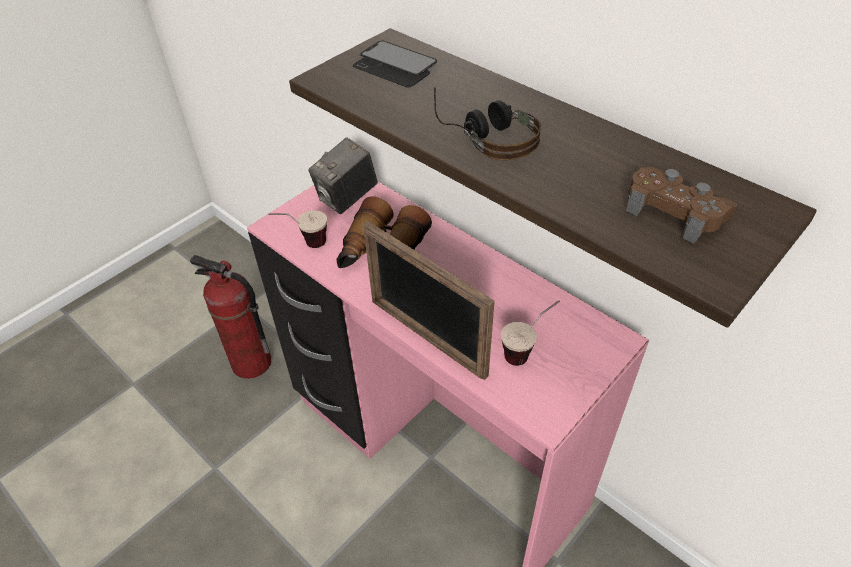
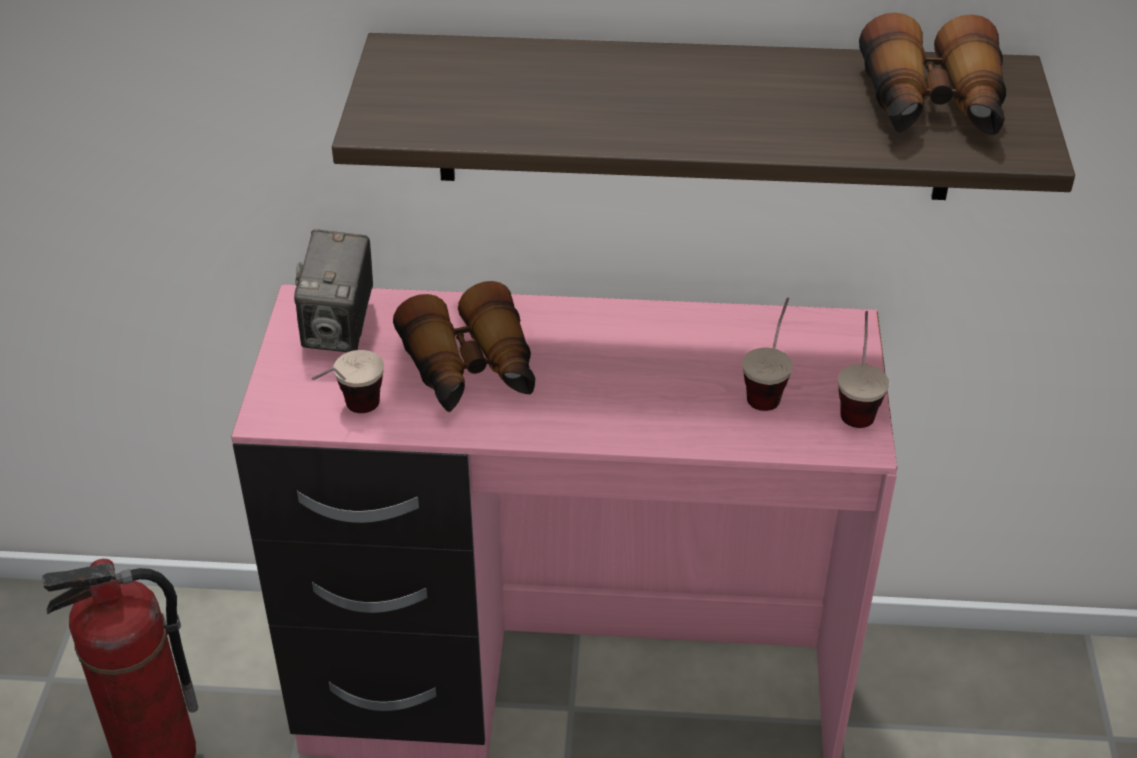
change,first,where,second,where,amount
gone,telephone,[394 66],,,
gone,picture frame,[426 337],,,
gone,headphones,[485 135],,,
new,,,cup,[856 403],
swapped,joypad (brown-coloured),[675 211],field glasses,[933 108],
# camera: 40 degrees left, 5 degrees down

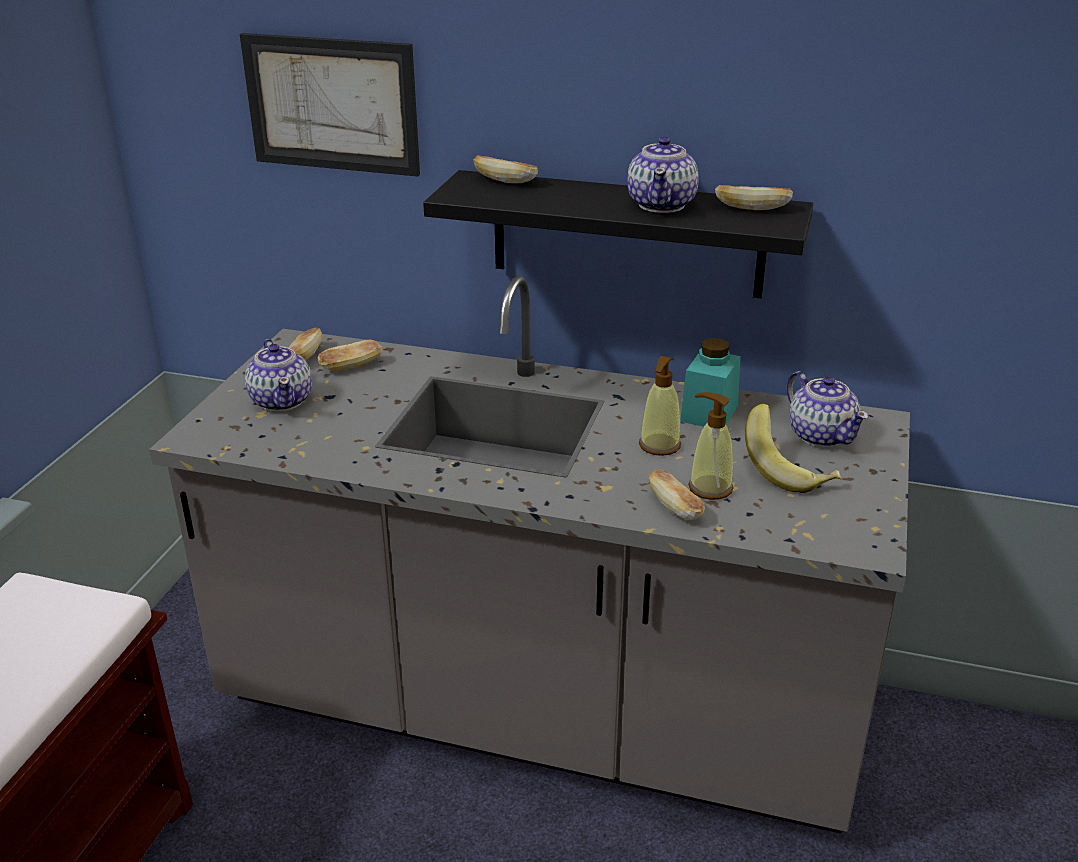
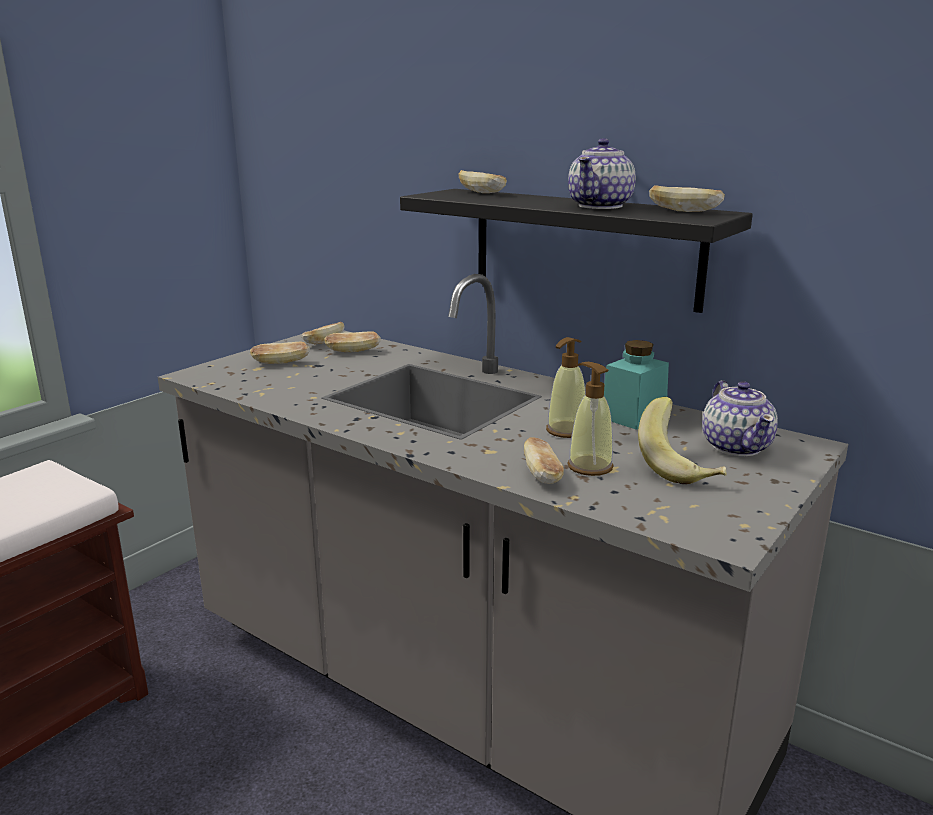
change,first,where,second,where,amount
gone,picture,[332 104],,,
swapped,teapot,[282 400],bread,[281 363],
# camera: 20 degrees right, 10 degrees down

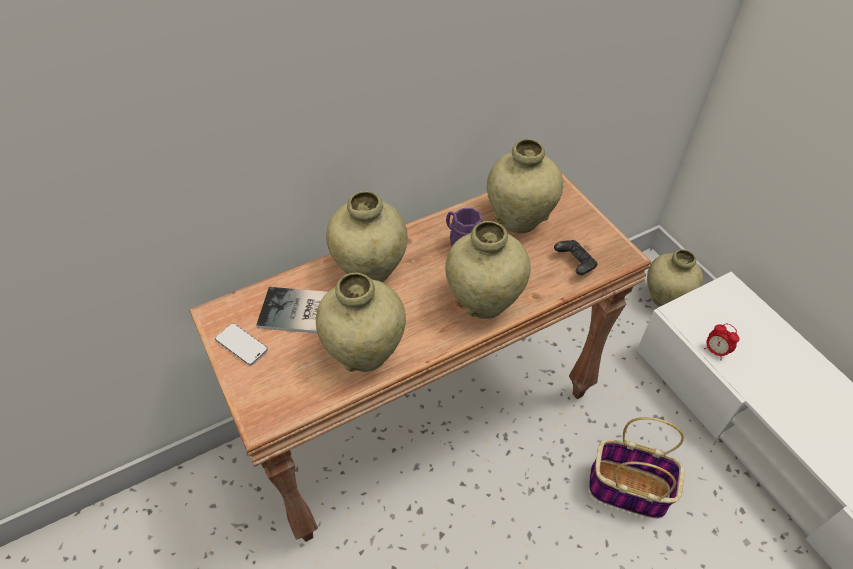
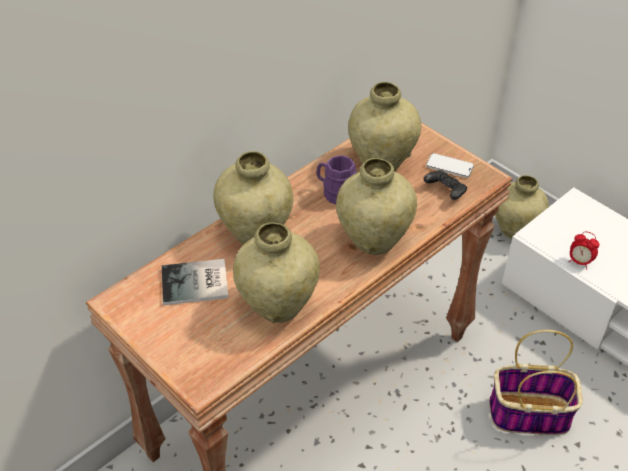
change,first,where,second,where,amount
shifted,telephone,[241 345],,[449 167],
# camera: 15 degrees left, 5 degrees down

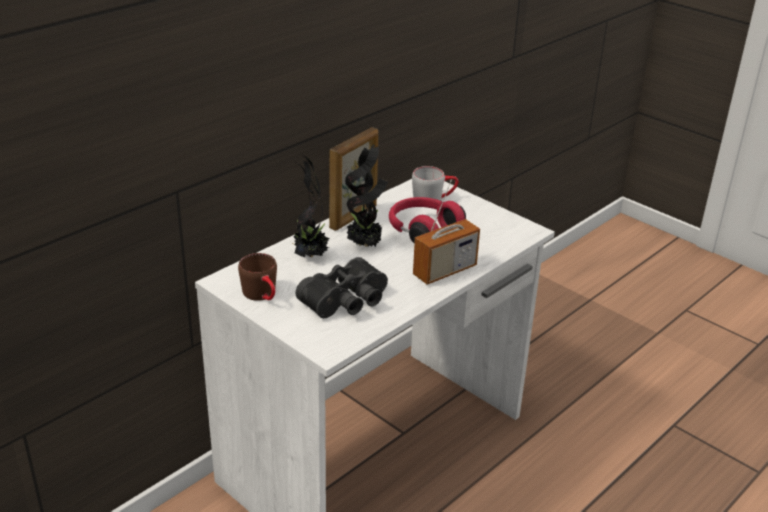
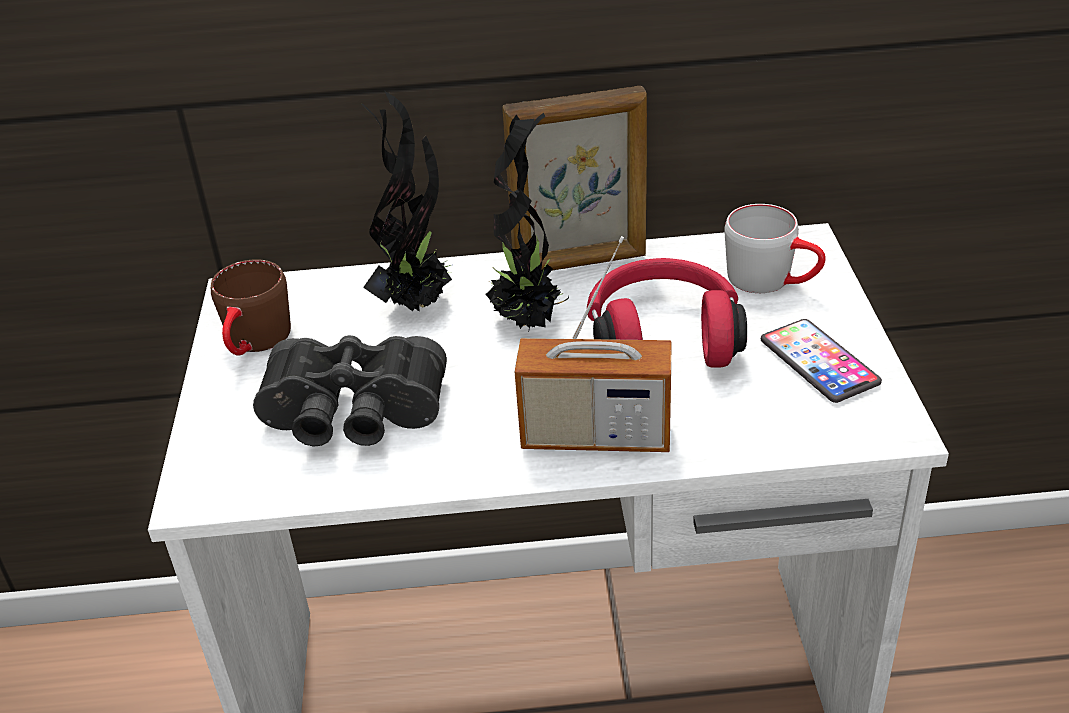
change,first,where,second,where,amount
new,,,telephone,[819 362],
# camera: 45 degrees right, 5 degrees up

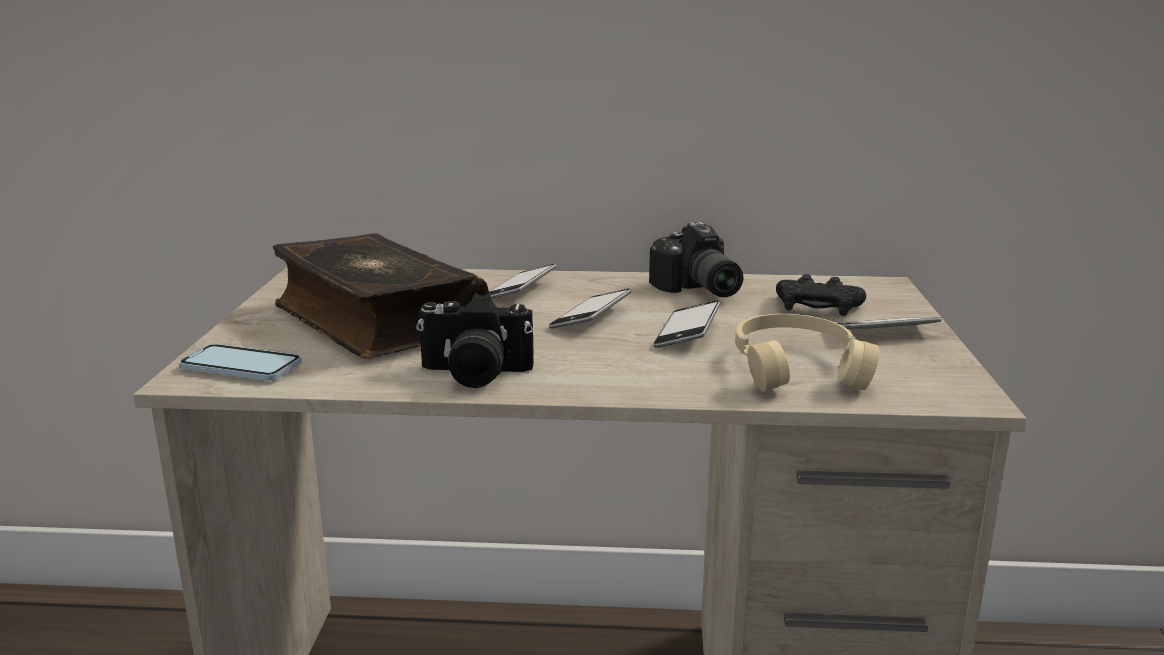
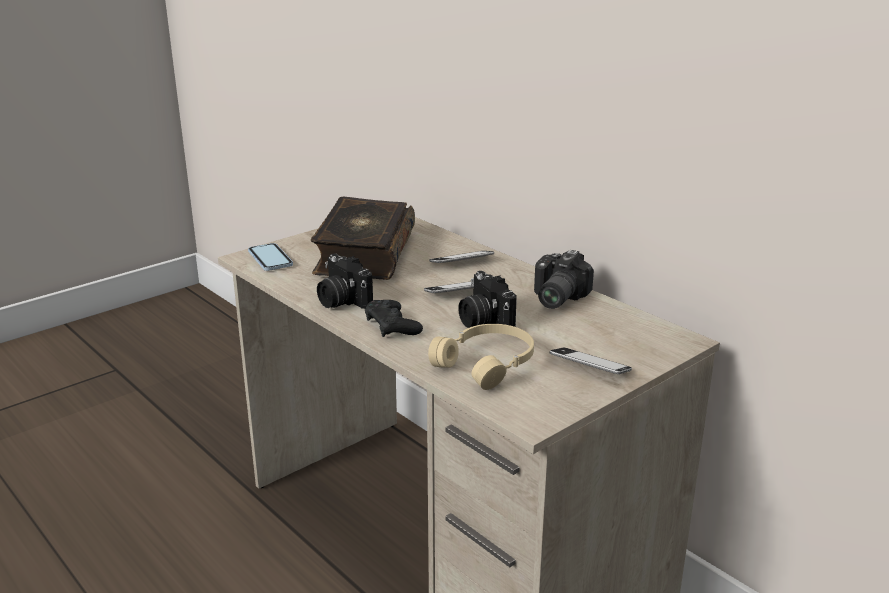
change,first,where,second,where,amount
shifted,joypad (blackish),[818 307],,[392 326],
swapped,telephone,[687 333],still camera,[483 321],
# camera: 45 degrees right, 5 degrees up

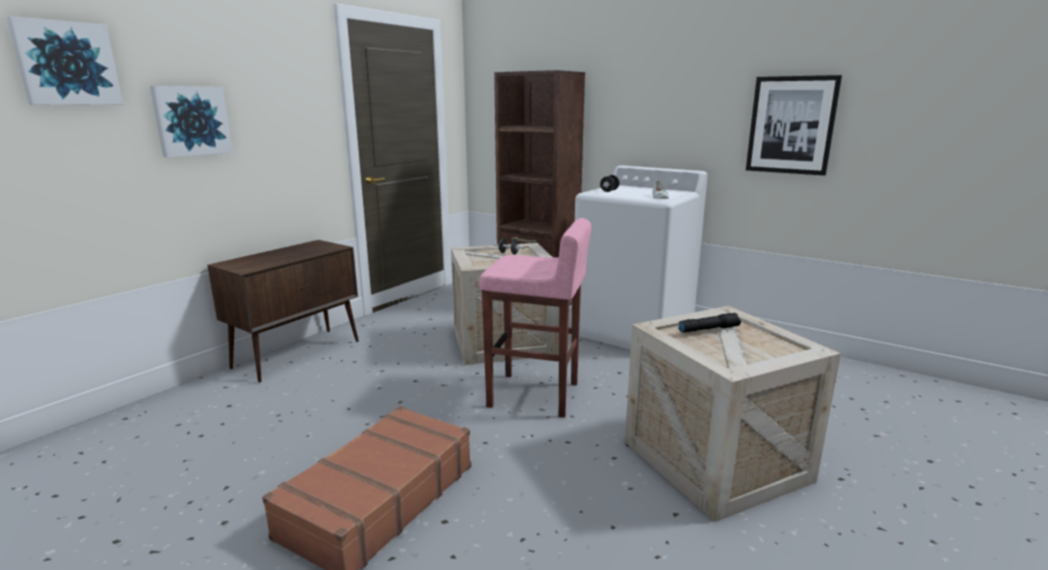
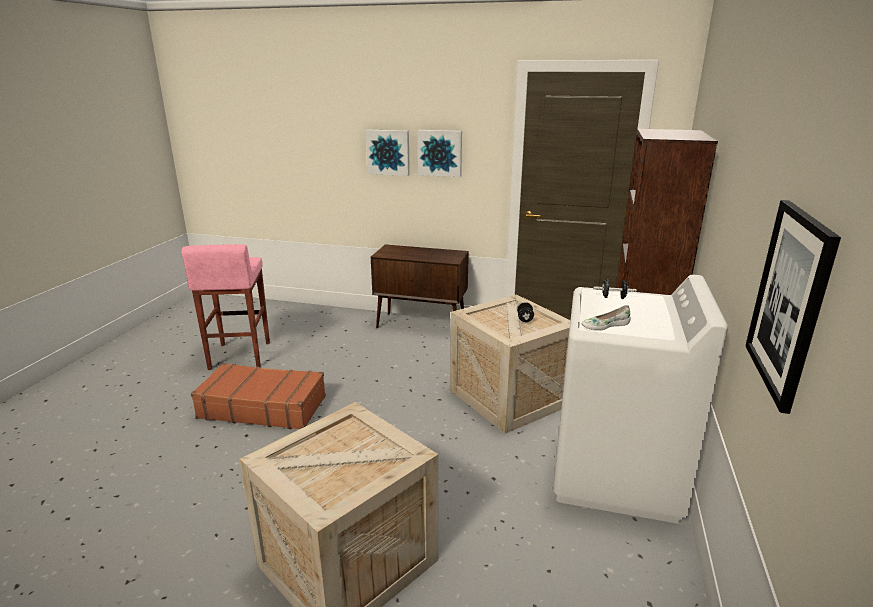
change,first,where,second,where,amount
gone,flashlight (blackish),[708 329],,,
shifted,picture,[67 63],,[440 153],
shifted,stool seat (pink-coloured),[535 395],,[239 356],
# camera: 70 degrees right, 5 degrees up

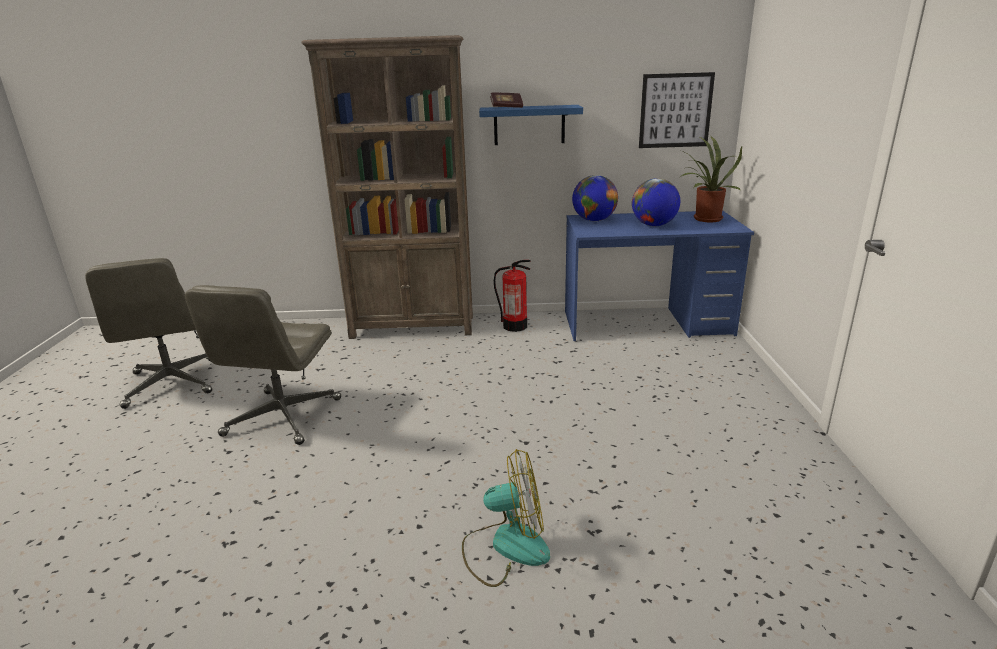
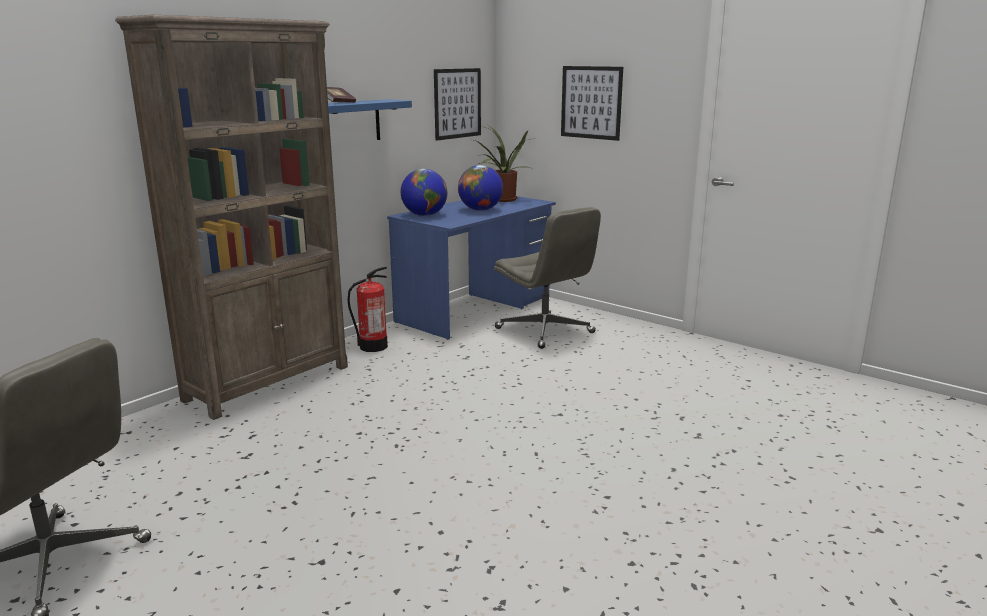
change,first,where,second,where,amount
gone,electric fan,[506 547],,,
new,,,picture,[591 102],
shifted,desk chair (gray),[282 418],,[545 331],
# camera: 50 degrees left, 5 degrees down

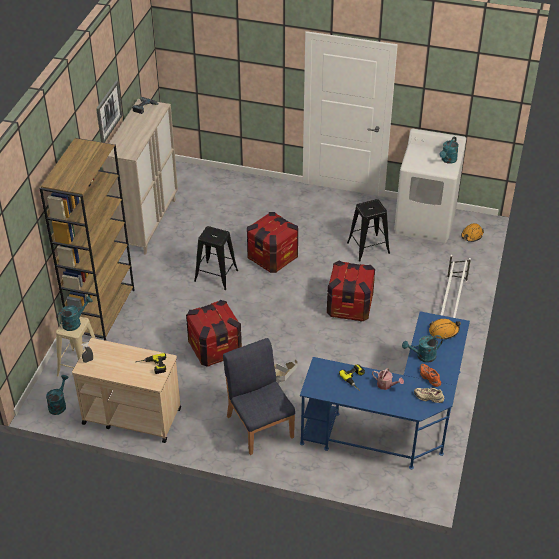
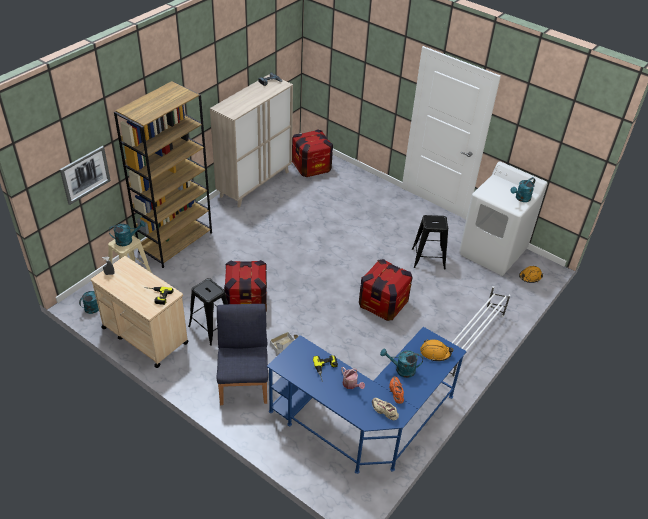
change,first,where,second,where,amount
shifted,picture,[108 112],,[85 174],
shifted,stool seat (blackish),[215 275],,[211 327],
shifted,shipping crate,[272 258],,[311 167],
# camera: 20 degrees right, 0 degrees up

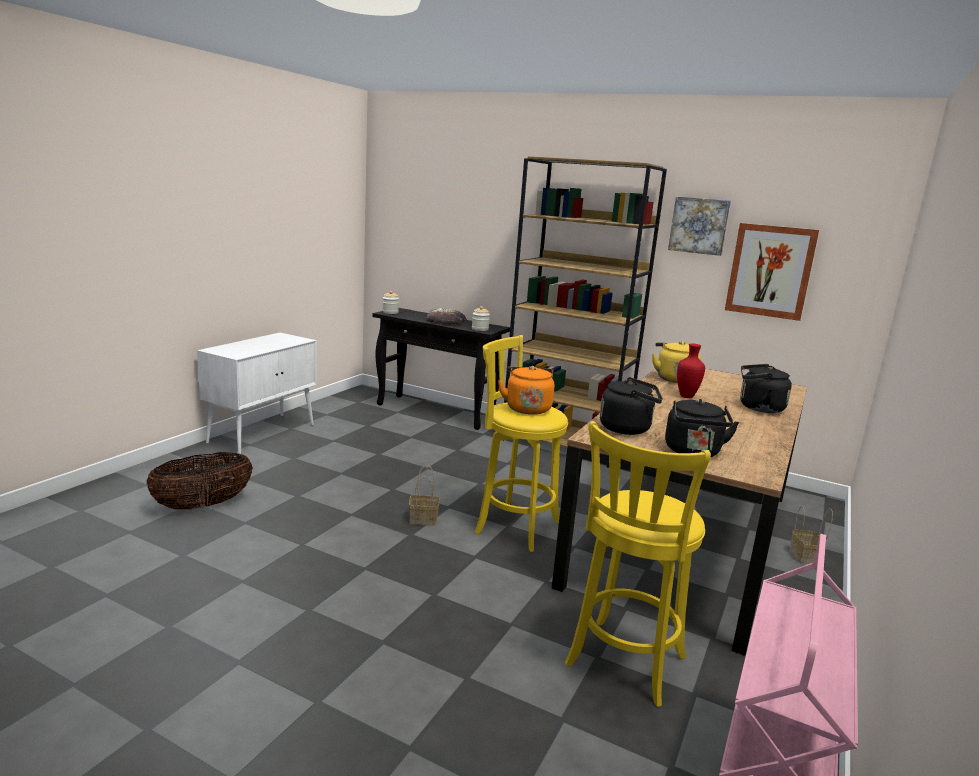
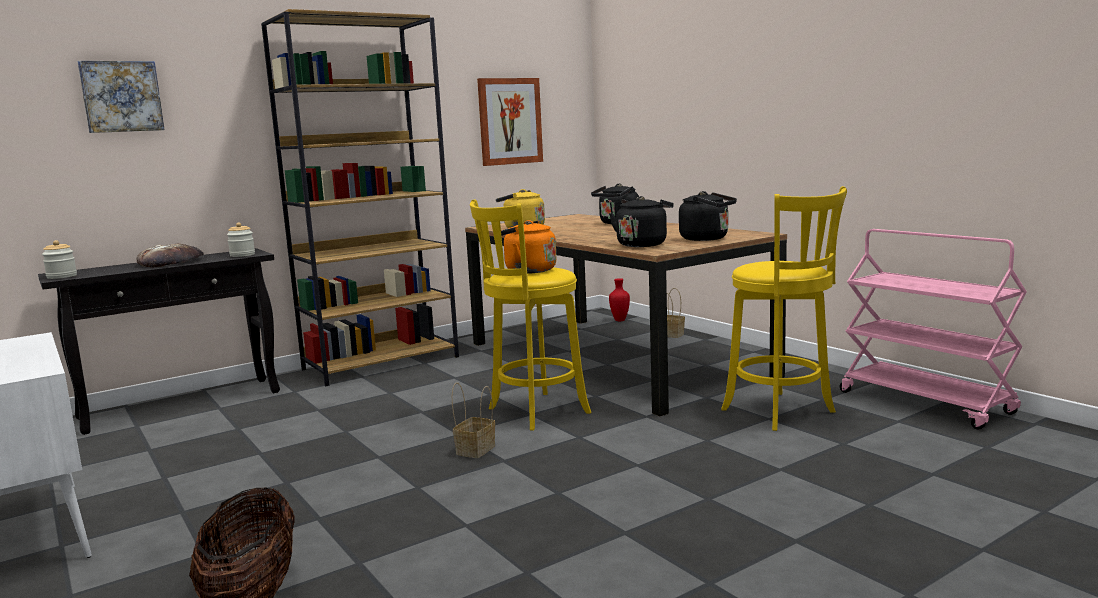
change,first,where,second,where,amount
shifted,picture,[699 225],,[121 96],
shifted,decorative vase (reddish),[687 397],,[620 320],
# camera: 60 degrees left, 5 degrees down

